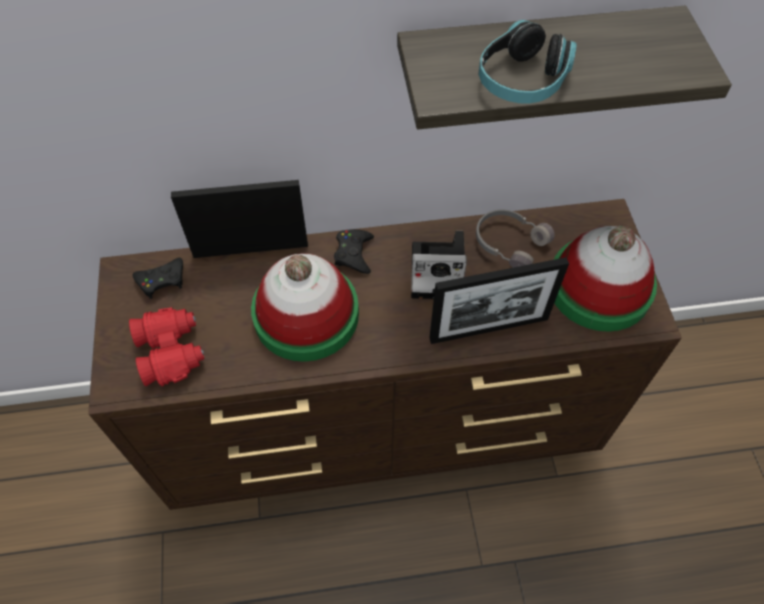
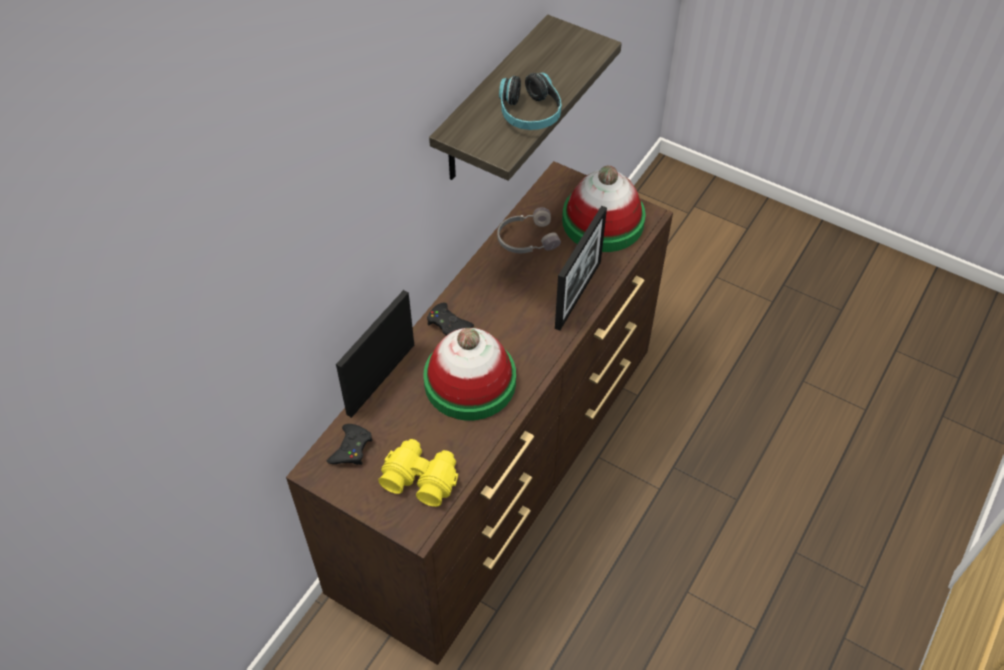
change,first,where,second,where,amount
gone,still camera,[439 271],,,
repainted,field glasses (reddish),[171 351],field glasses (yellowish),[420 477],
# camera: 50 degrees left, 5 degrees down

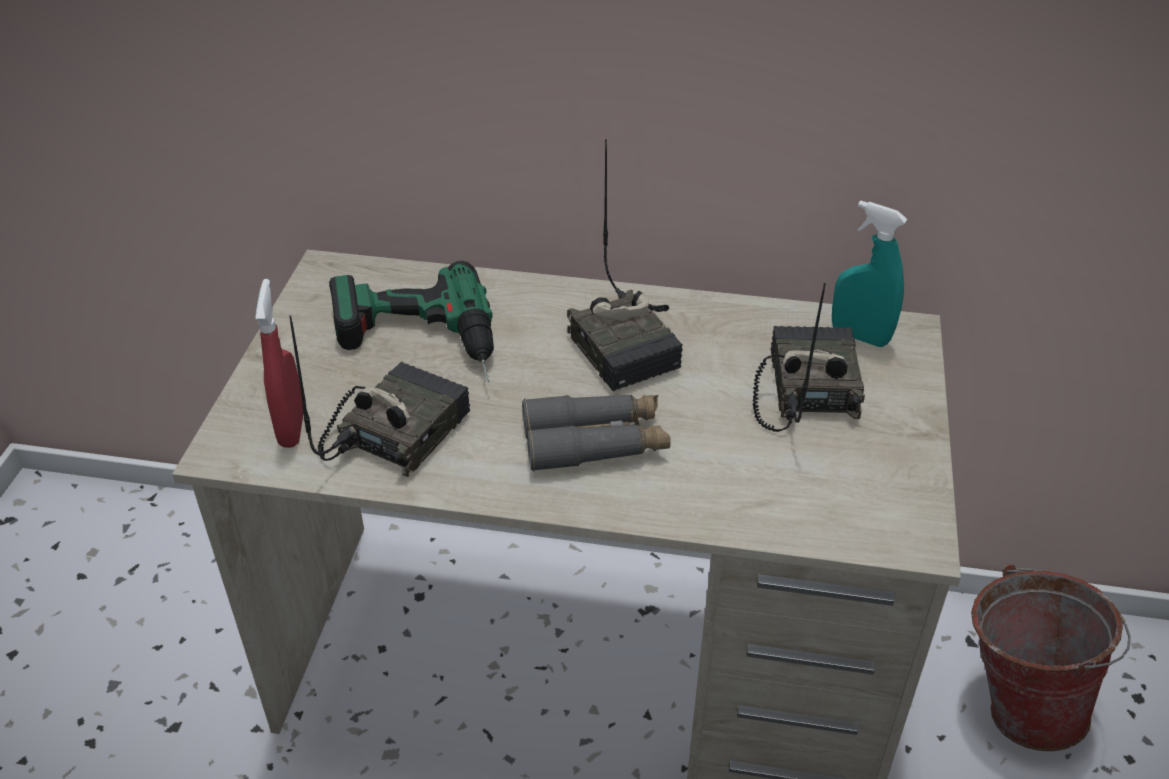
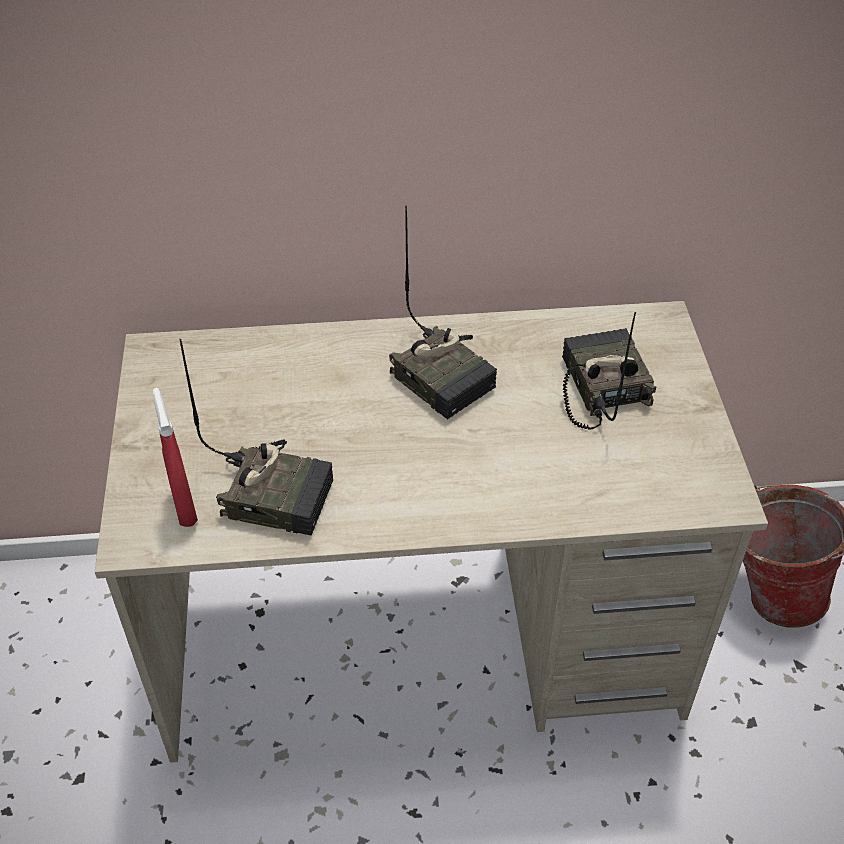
change,first,where,second,where,amount
gone,electric drill,[418 345],,,
gone,field glasses (gray),[595 442],,,
gone,spray bottle (blue-green),[859 336],,,
rotated,radio set,[394 431],,[276 492],90 degrees clockwise
# camera: 15 degrees left, 5 degrees up

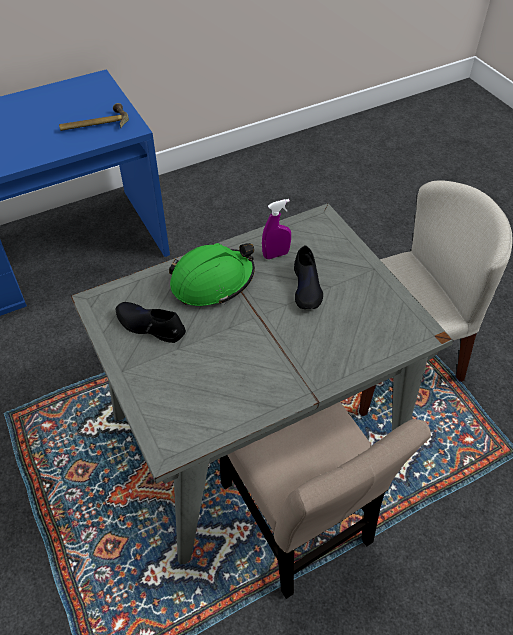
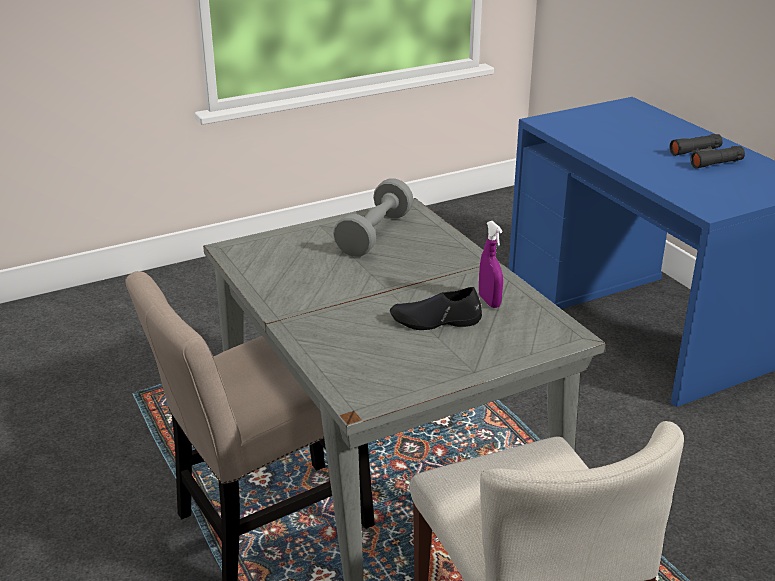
change,first,where,second,where,amount
gone,hammer,[94 124],,,
gone,hard hat (green),[212 281],,,
new,,,field glasses (blackish),[705 157],
swapped,shoe (blackish),[150 326],free weight (gray),[374 234],
# camera: 90 degrees right, 20 degrees down

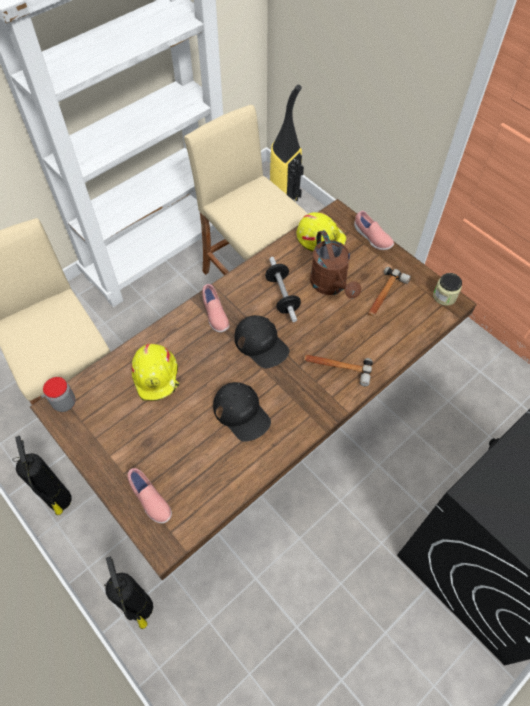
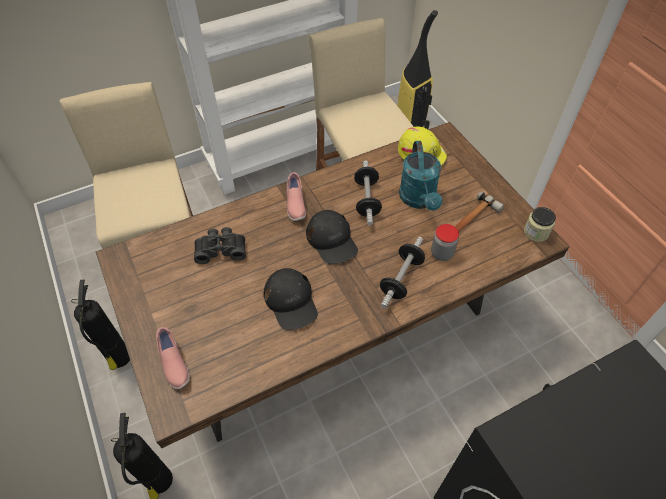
change,first,where,second,where,amount
gone,shoe (pink-coloured),[372 238],,,
shifted,storage jar,[64 403],,[441 253],
swapped,hard hat (yellowish),[157 376],field glasses (blackish),[221 249],
swapped,hammer,[336 368],free weight,[401 278],
repainted,watering can (brown-coloured),[331 286],watering can (blue-green),[419 200],
# camera: 15 degrees right, 5 degrees down

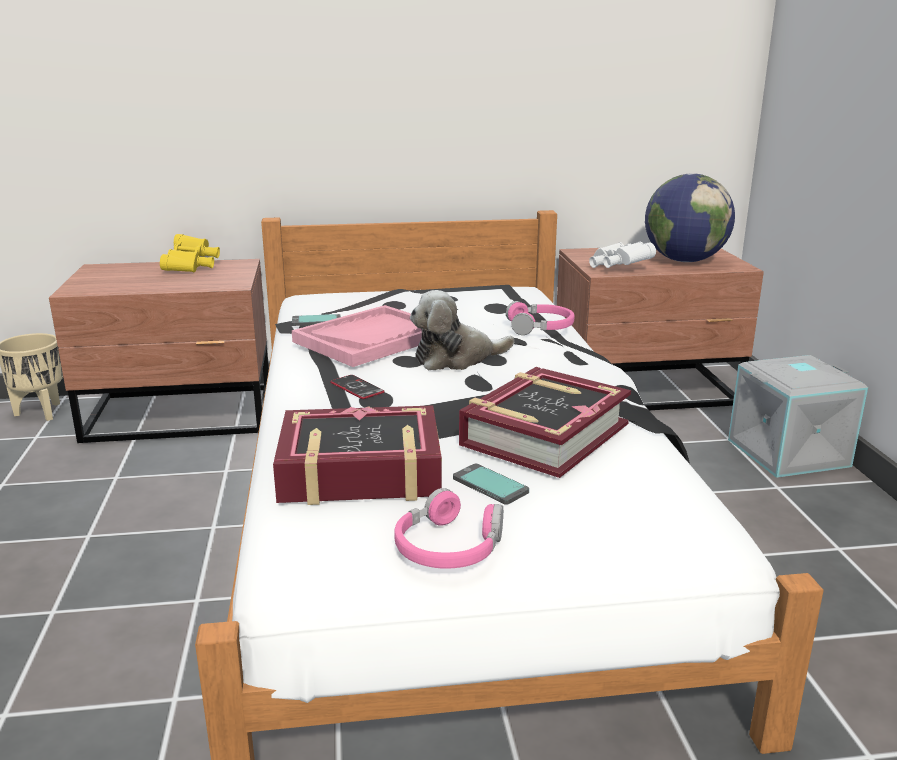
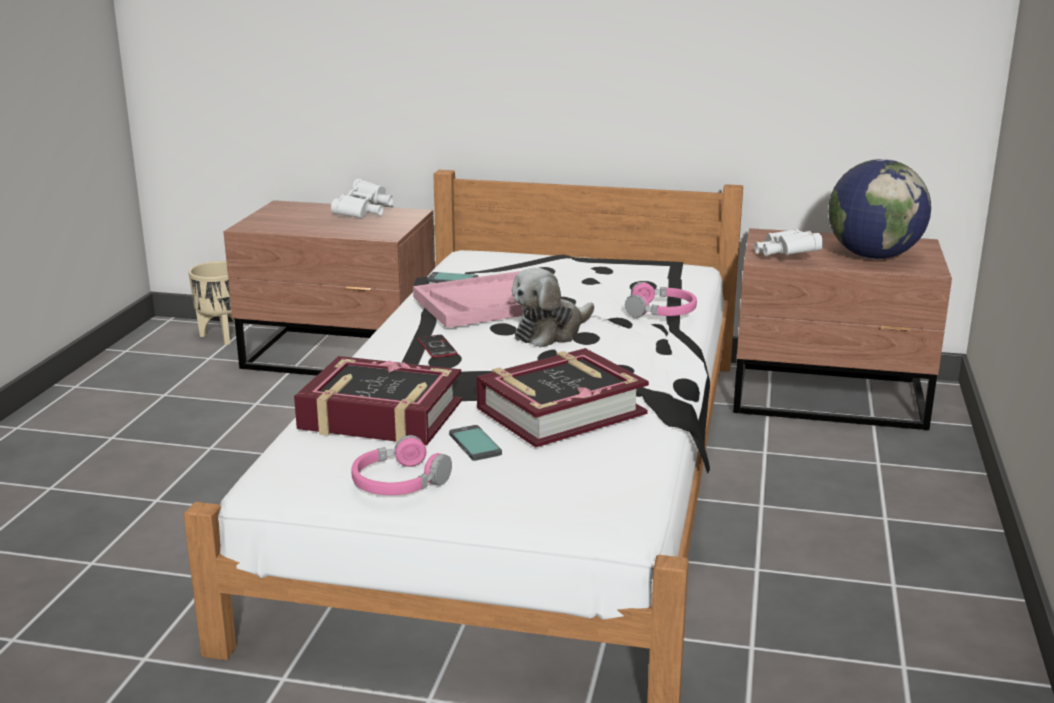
change,first,where,second,where,amount
gone,storage container (gray),[788 454],,,
repainted,field glasses (yellowish),[192 266],field glasses (white),[364 212],
rotated,cuddly toy,[456 359],,[551 332],45 degrees counterclockwise
# camera: 20 degrees right, 0 degrees up

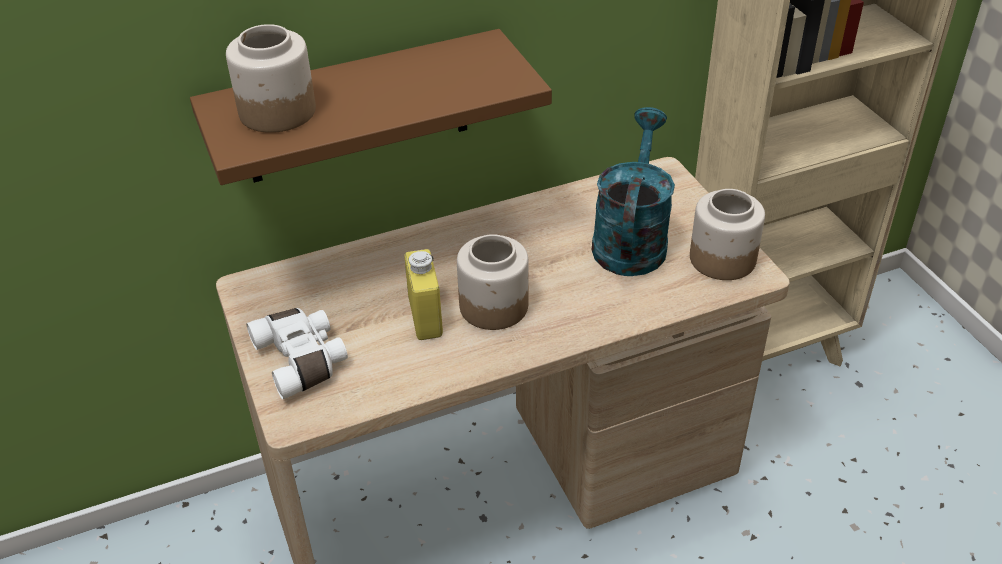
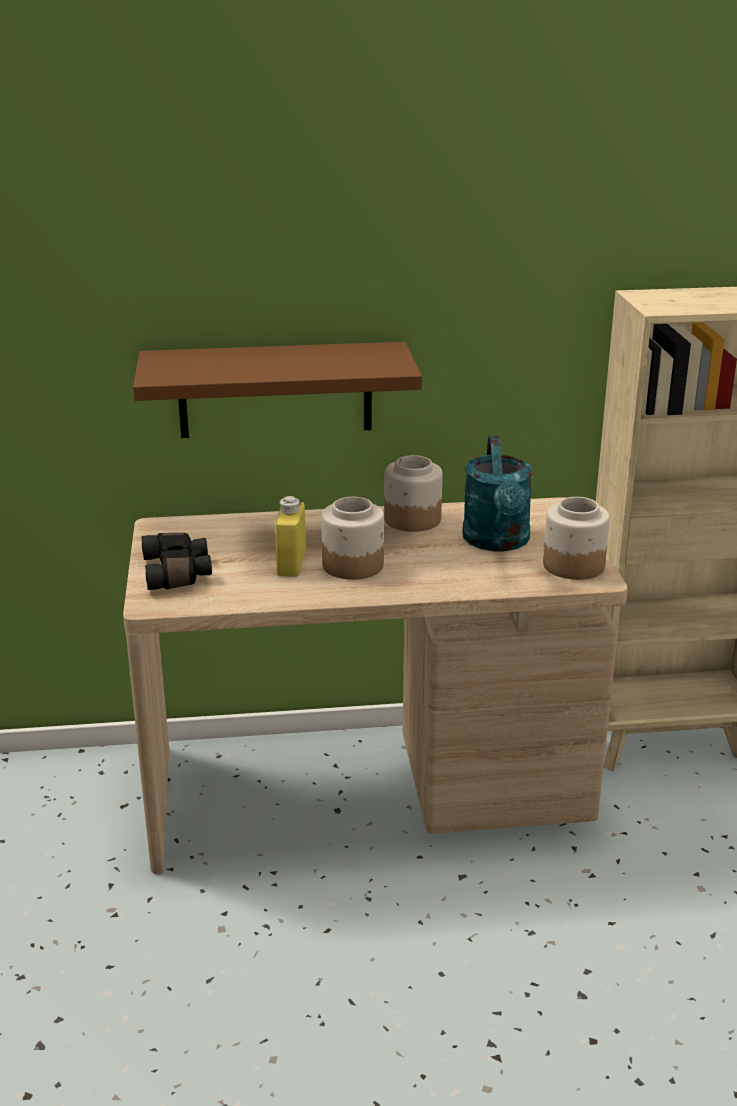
change,first,where,second,where,amount
shifted,storage jar,[276 111],,[411 519],
repainted,field glasses (white),[303 359],field glasses (blackish),[178 573],
rotated,watering can (blue-green),[631 239],,[498 542],150 degrees clockwise
# camera: 15 degrees right, 15 degrees down

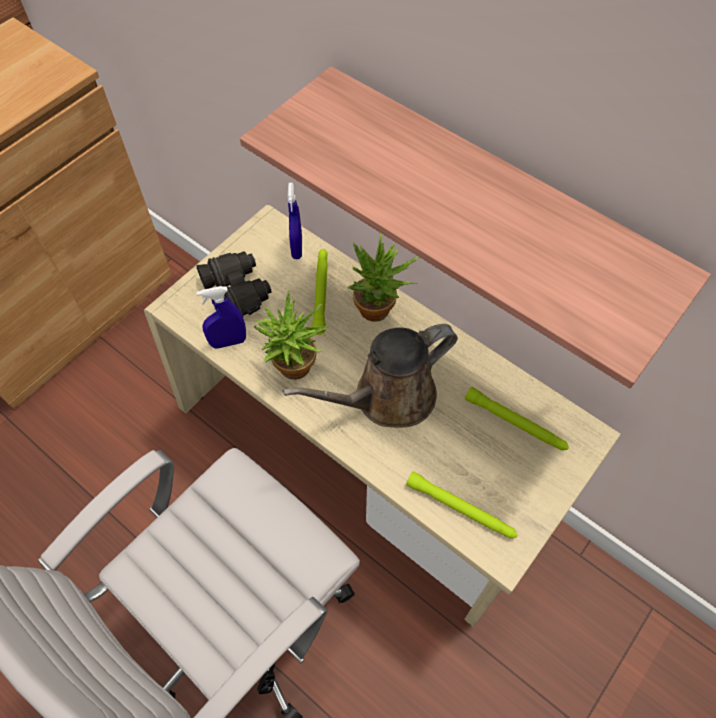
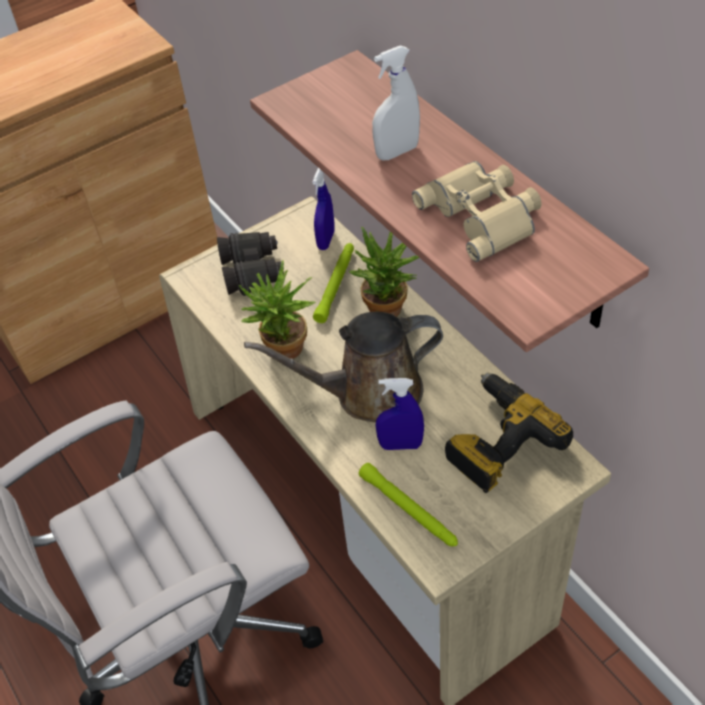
change,first,where,second,where,amount
new,,,spray bottle (white),[397 152],
new,,,field glasses (beige),[483 215],
shifted,spray bottle (bluish),[228 342],,[400 445],
swapped,flashlight (green),[515 423],electric drill,[496 441],
# camera: 20 degrees right, 10 degrees down

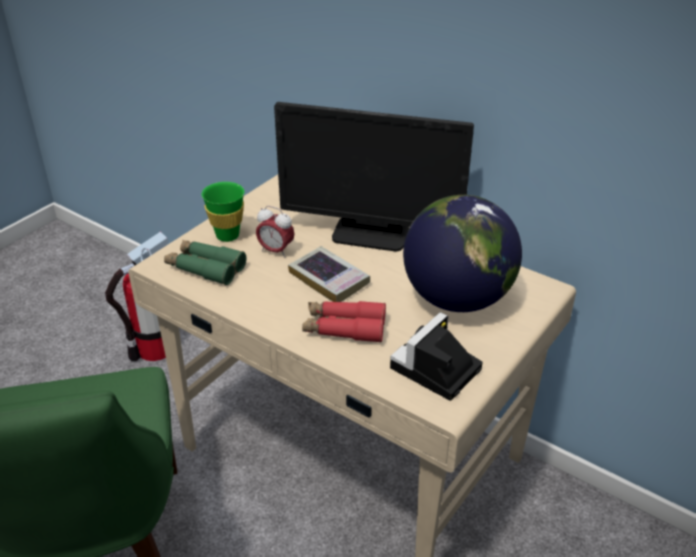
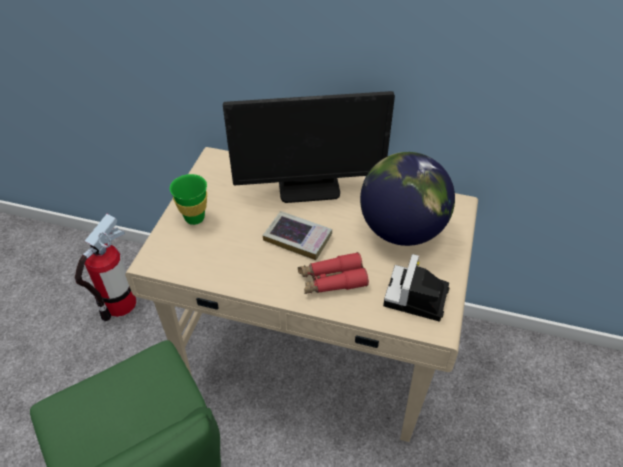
change,first,where,second,where,amount
gone,field glasses (green),[205 268],,,
gone,bedside clock,[276 251],,,
# camera: 20 degrees left, 10 degrees up

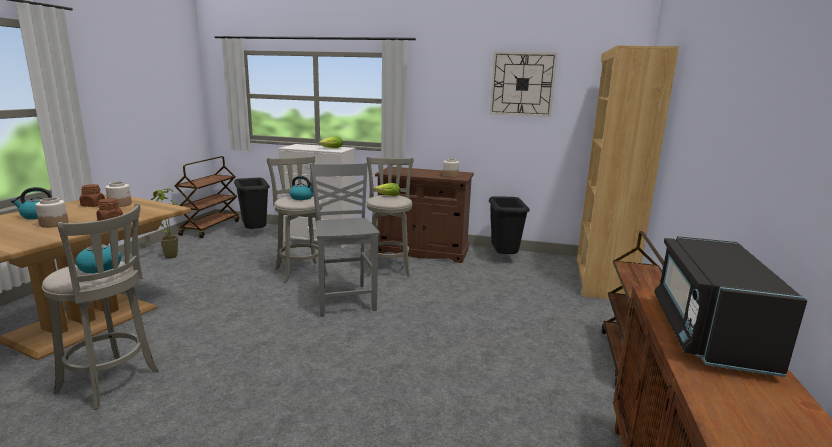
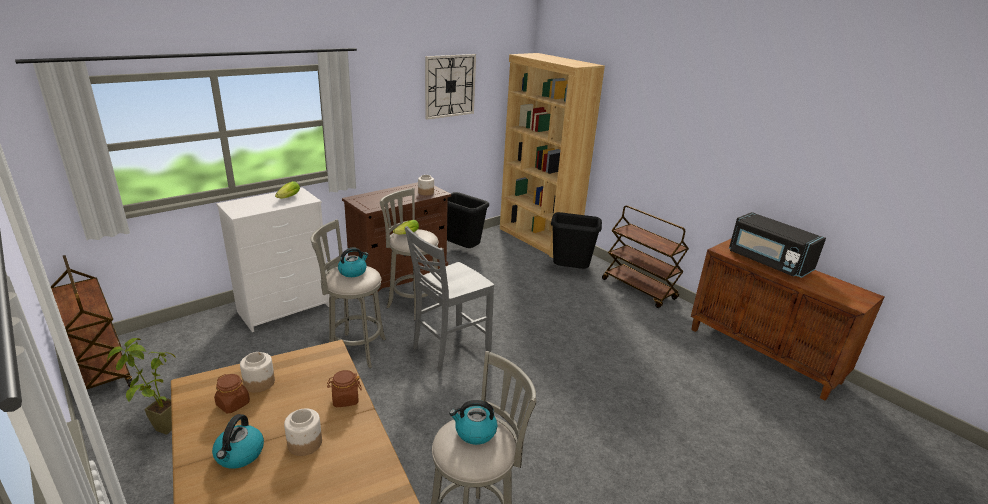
change,first,where,second,where,amount
shifted,trash can (blackish),[254 233],,[569 272],
rotated,upright chair (gray),[345 299],,[449 349],60 degrees counterclockwise
# camera: 55 degrees left, 10 degrees up

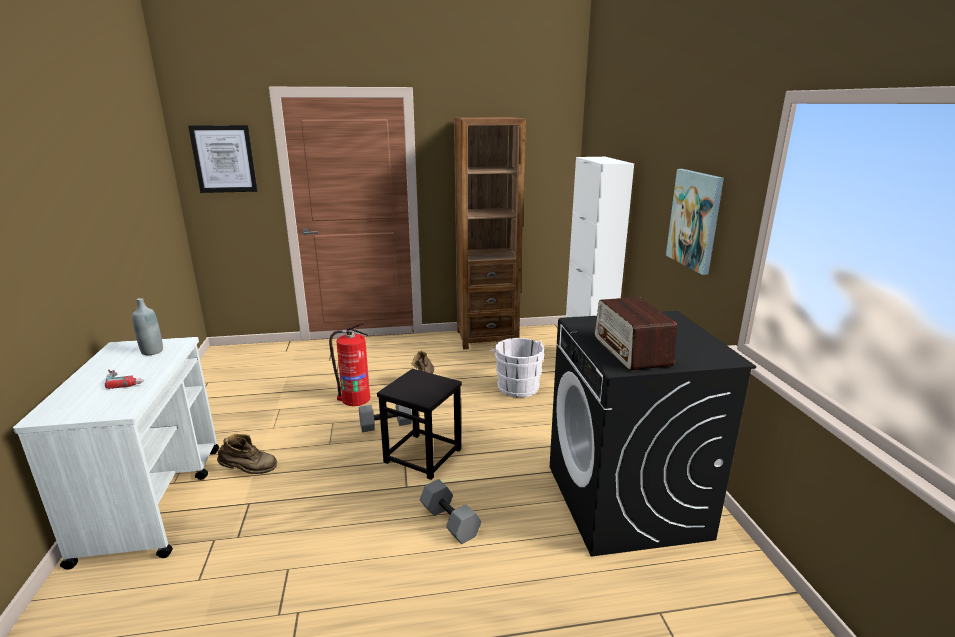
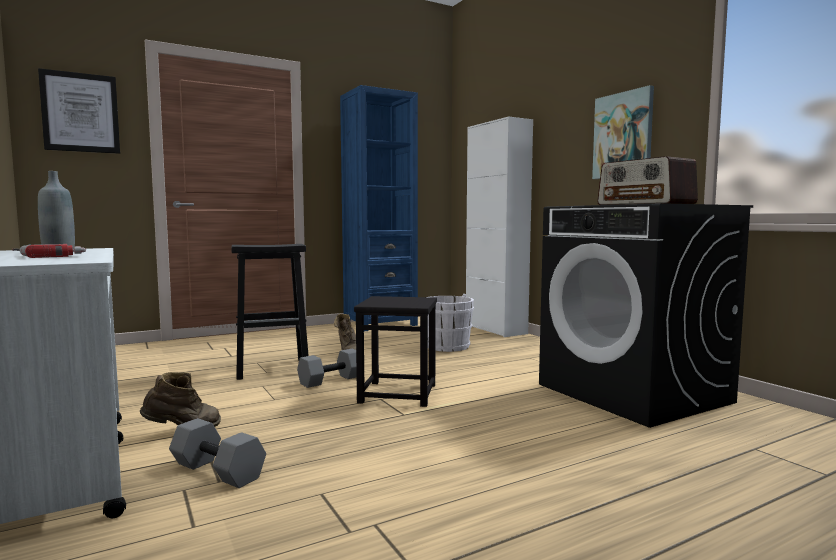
change,first,where,second,where,amount
shifted,free weight (gray),[448 522],,[216 471],
swapped,fire-fighting cylinder,[355 399],stool seat (blackish),[273 369],
repainted,bookshelf (brown-coloured),[487 338],bookshelf (bluish),[380 324],
# camera: 20 degrees left, 15 degrees down

